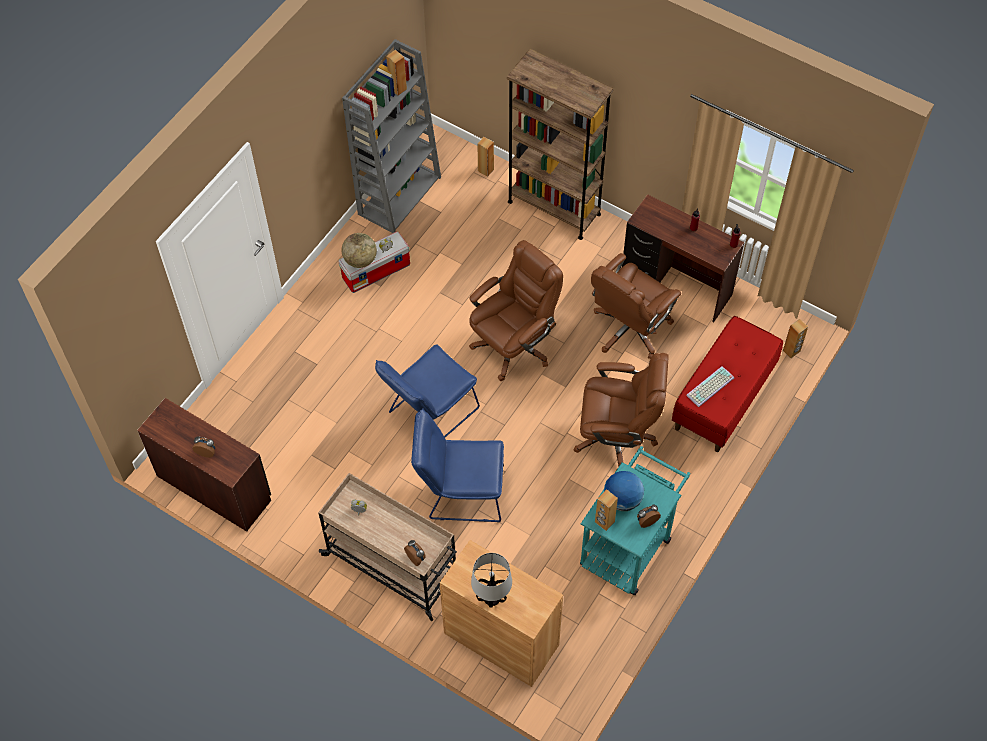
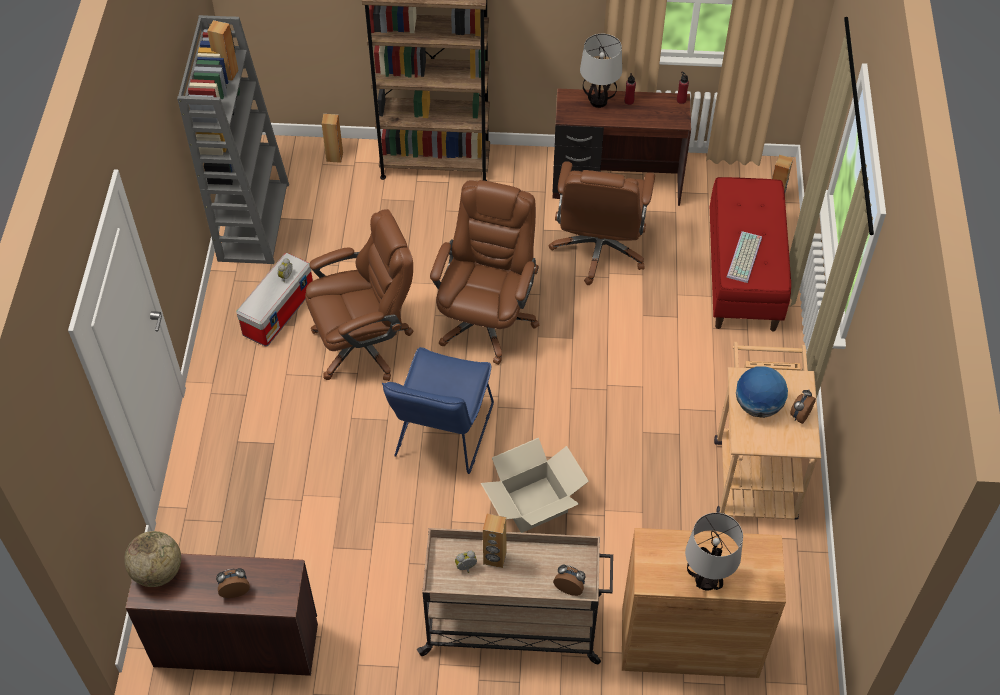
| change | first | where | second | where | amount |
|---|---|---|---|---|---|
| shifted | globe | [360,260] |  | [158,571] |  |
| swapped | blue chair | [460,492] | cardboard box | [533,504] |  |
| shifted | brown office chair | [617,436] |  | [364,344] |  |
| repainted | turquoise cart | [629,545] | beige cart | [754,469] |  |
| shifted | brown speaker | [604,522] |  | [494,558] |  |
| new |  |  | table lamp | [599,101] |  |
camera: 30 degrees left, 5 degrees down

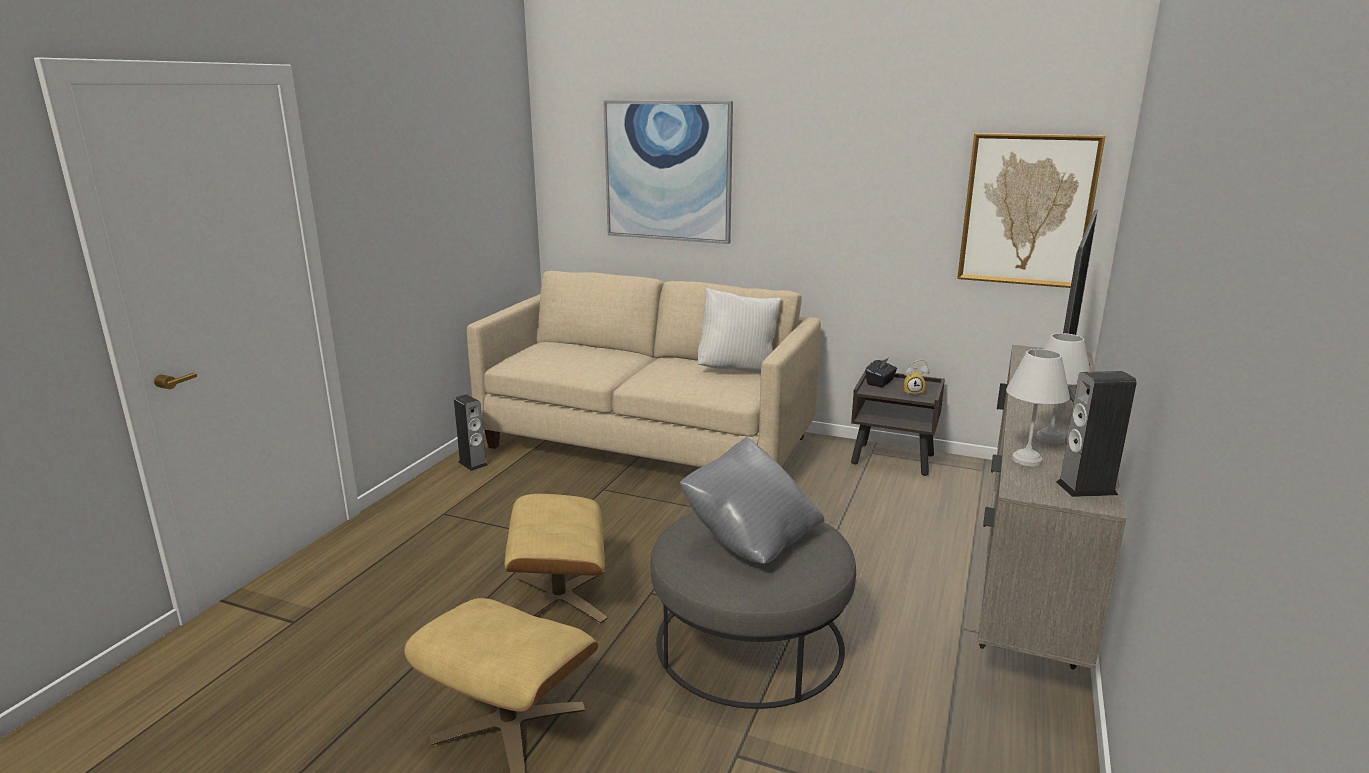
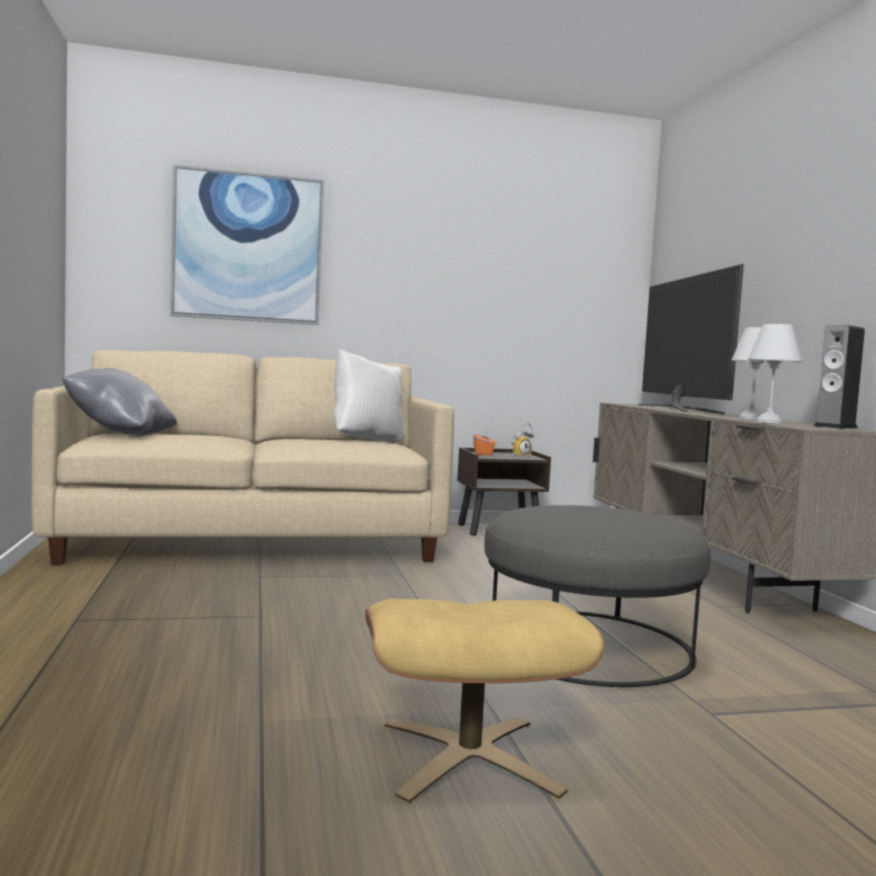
| change | first | where | second | where | amount |
|---|---|---|---|---|---|
| gone | speaker | [473,463] |  |  |  |
| gone | beige ottoman | [558,598] |  |  |  |
| shifted | grey pillow | [750,538] |  | [120,434] |  |
| repainted | black tissue box | [880,382] | orange tissue box | [483,454] |  |
| gone | picture | [1027,210] |  |  |  |
camera: 35 degrees left, 15 degrees down

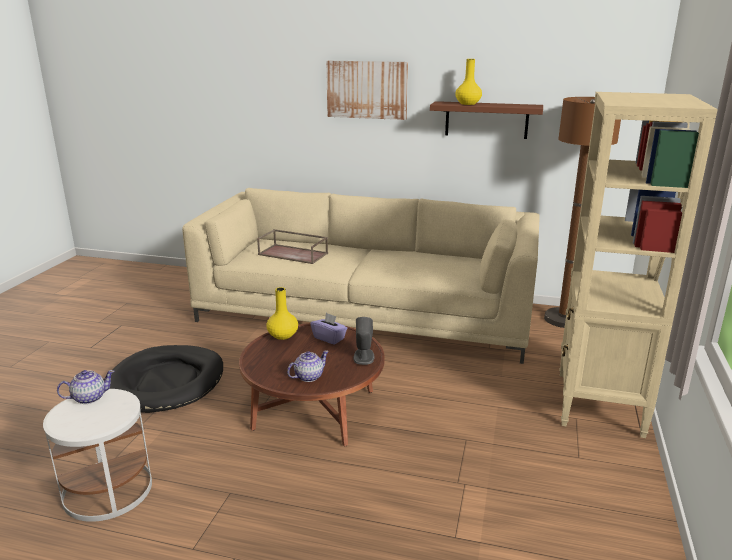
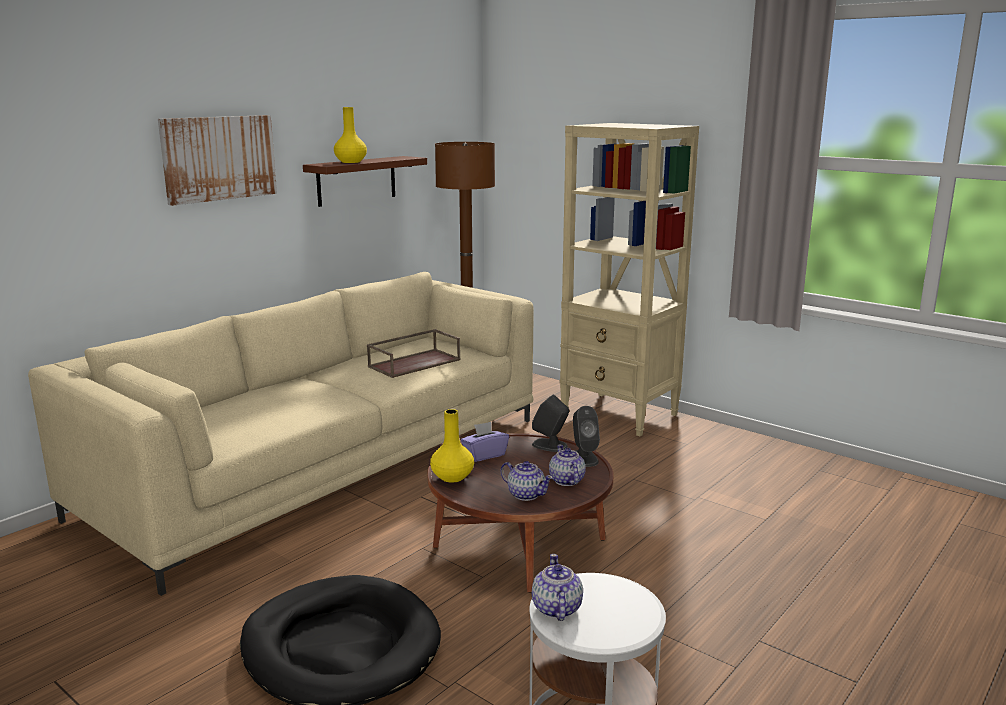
| change | first | where | second | where | amount |
|---|---|---|---|---|---|
| shifted | brown tray | [294,254] |  | [415,363] |  |
| new |  |  | teapot | [526,494] |  |
| new |  |  | grey speaker | [583,458] |  |
camera: 65 degrees left, 5 degrees down

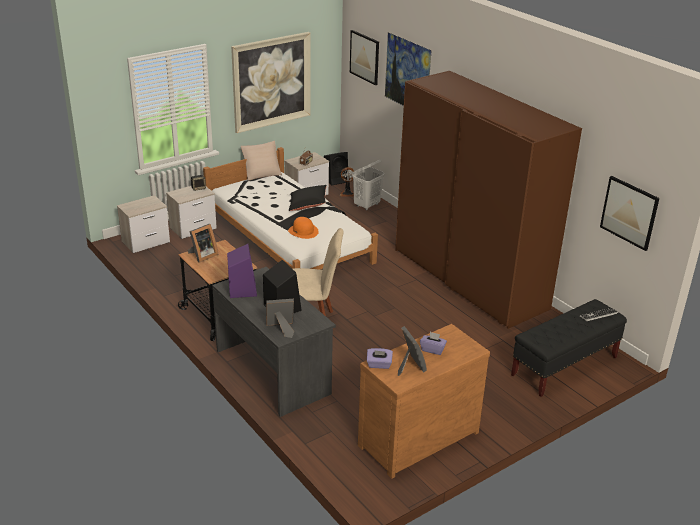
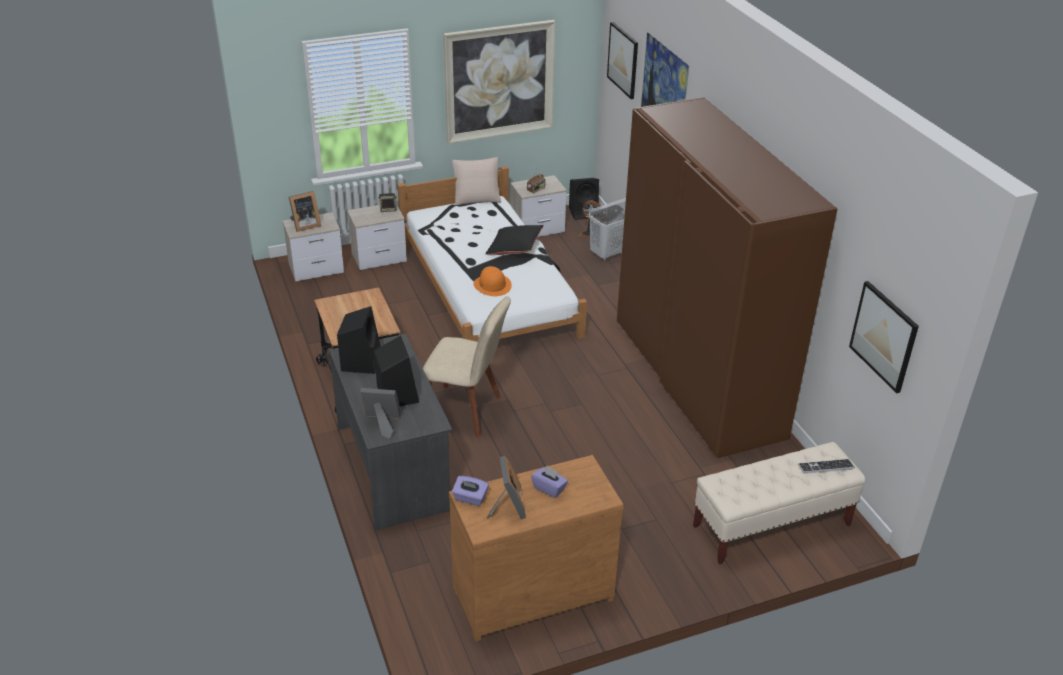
| change | first | where | second | where | amount |
|---|---|---|---|---|---|
| shifted | picture frame | [202,255] |  | [304,225] |  |
| repainted | purple speaker | [242,289] | black speaker | [361,361] |  |
| repainted | black bench | [564,366] | beige bench | [771,526] |  |
camera: 15 degrees right, 5 degrees up

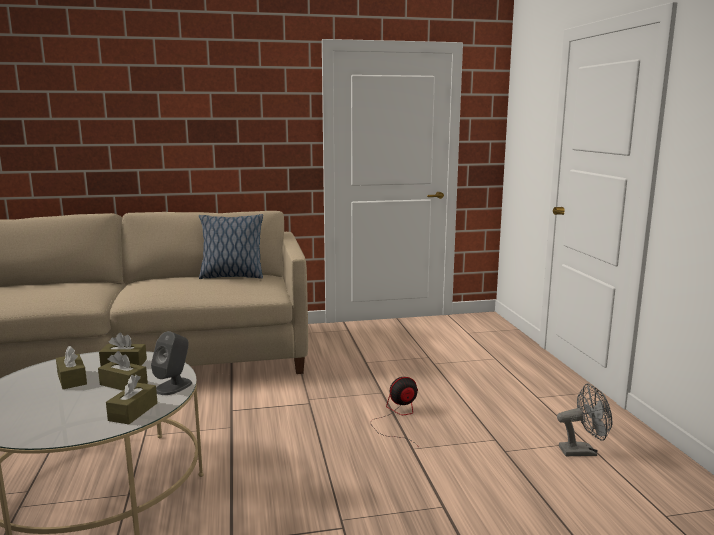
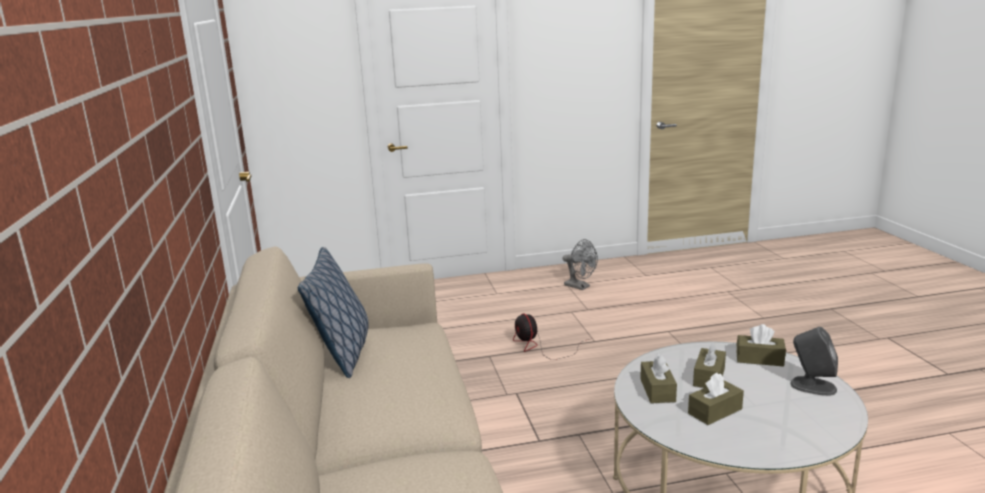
| change | first | where | second | where | amount |
|---|---|---|---|---|---|
| shifted | grey speaker | [174,386] |  | [812,386] |  |
| rotated | grey fan | [583,451] |  | [580,286] | 135 degrees clockwise |
camera: 90 degrees left, 5 degrees up

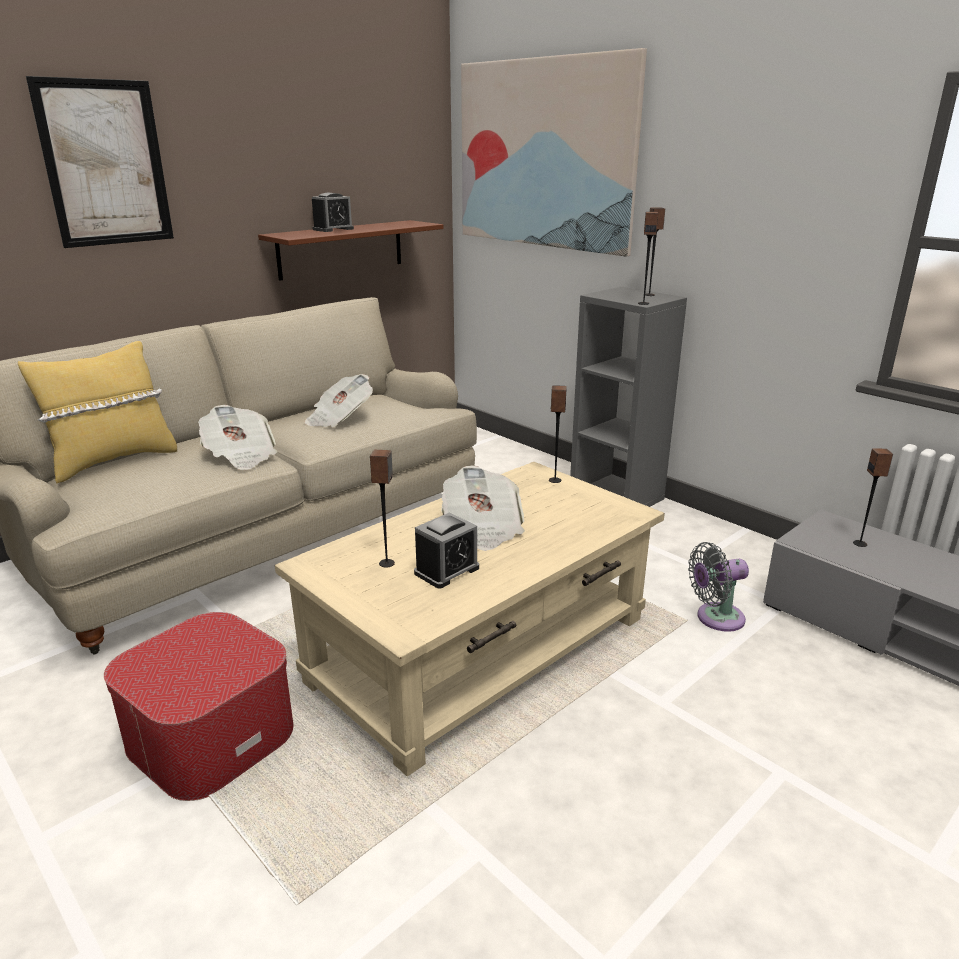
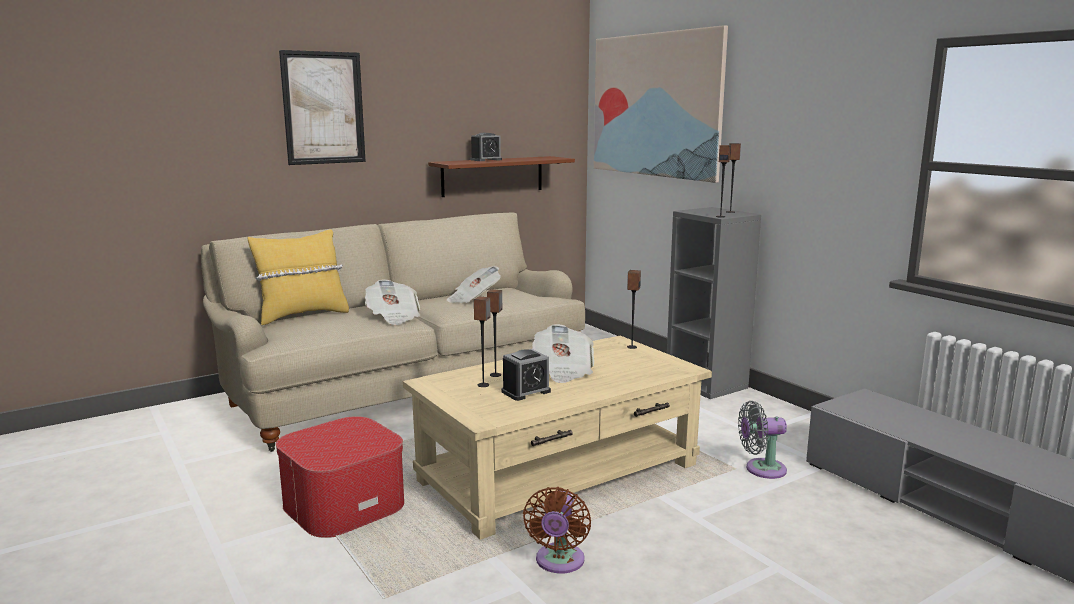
| change | first | where | second | where | amount |
|---|---|---|---|---|---|
| shifted | speaker | [860,543] |  | [495,375] |  |
| new |  |  | brown fan | [559,562] |  |
camera: 10 degrees right, 10 degrees down

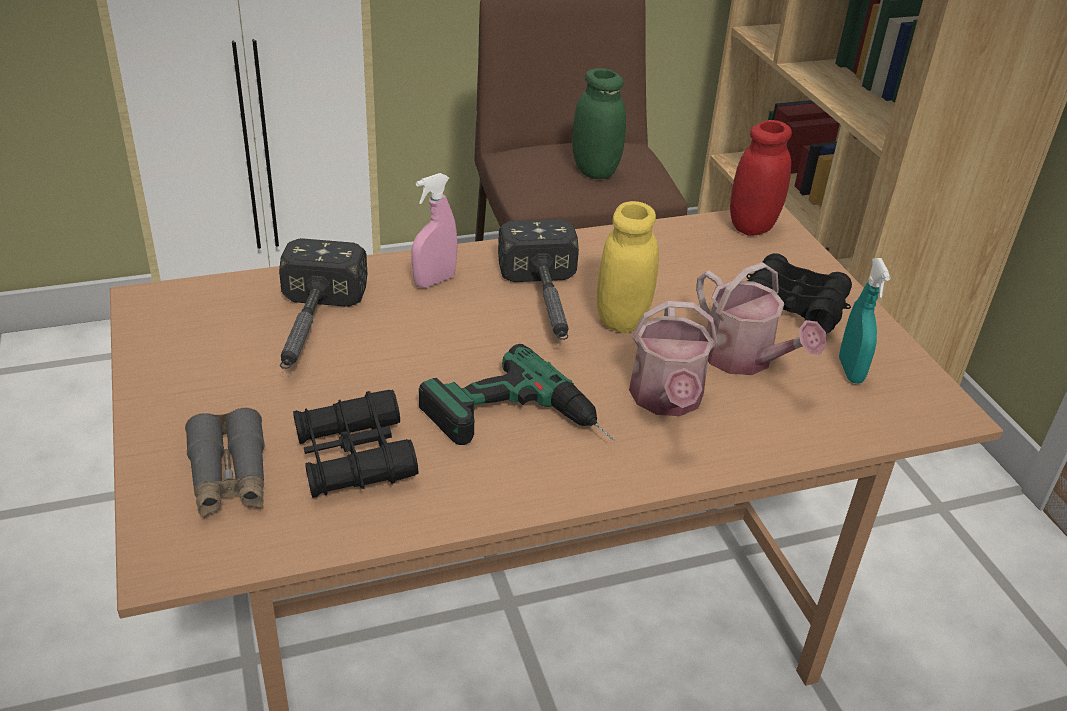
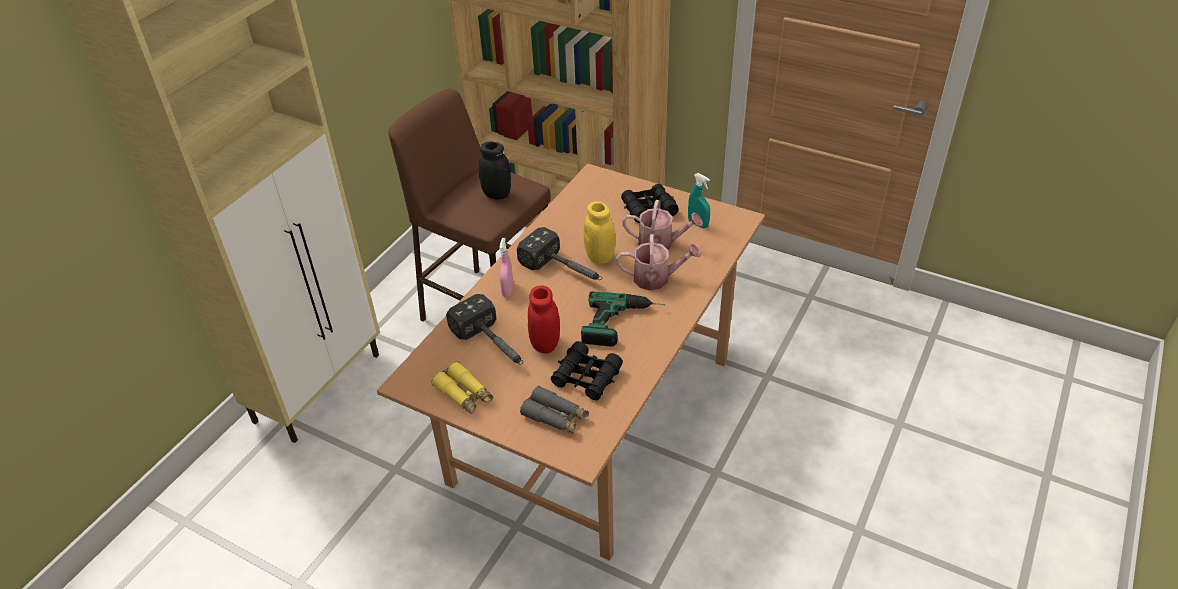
| change | first | where | second | where | amount |
|---|---|---|---|---|---|
| repainted | green jar | [595,171] | black jar | [497,194] |  |
| rotated | watering can | [667,400] |  | [656,278] | 45 degrees counterclockwise |
| shifted | red jar | [752,226] |  | [545,344] |  |
| new |  |  | yellow binoculars | [464,394] |  |
camera: 40 degrees left, 5 degrees up

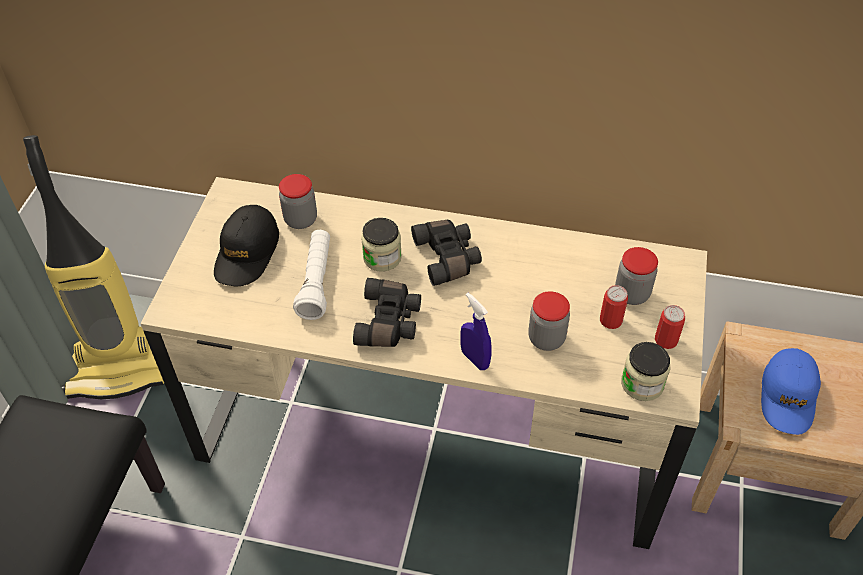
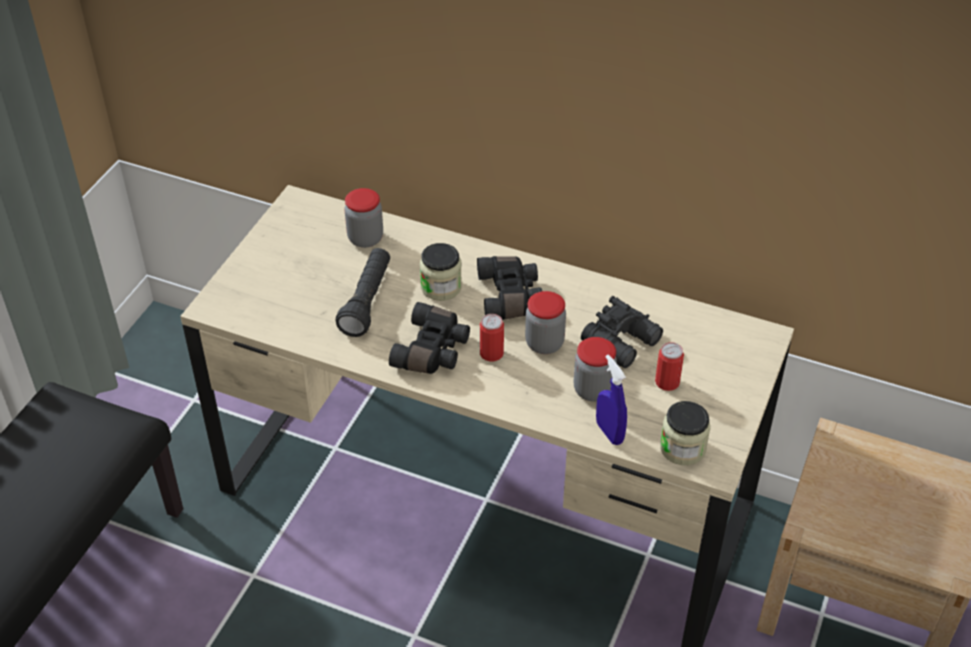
| change | first | where | second | where | amount |
|---|---|---|---|---|---|
| gone | vacuum cleaner | [119,367] |  |  |  |
| gone | black cap | [247,253] |  |  |  |
| repainted | white flashlight | [316,282] | black flashlight | [367,301] |  |
| shifted | blue spray bottle | [475,359] |  | [609,433] |  |
| shifted | jar | [631,294] |  | [544,343] |  |
| shifted | can | [666,340] |  | [491,353] |  |
| gone | blue cap | [788,396] |  |  |  |
| new |  |  | black binoculars | [623,342] |  |
camera: 10 degrees right, 5 degrees down

